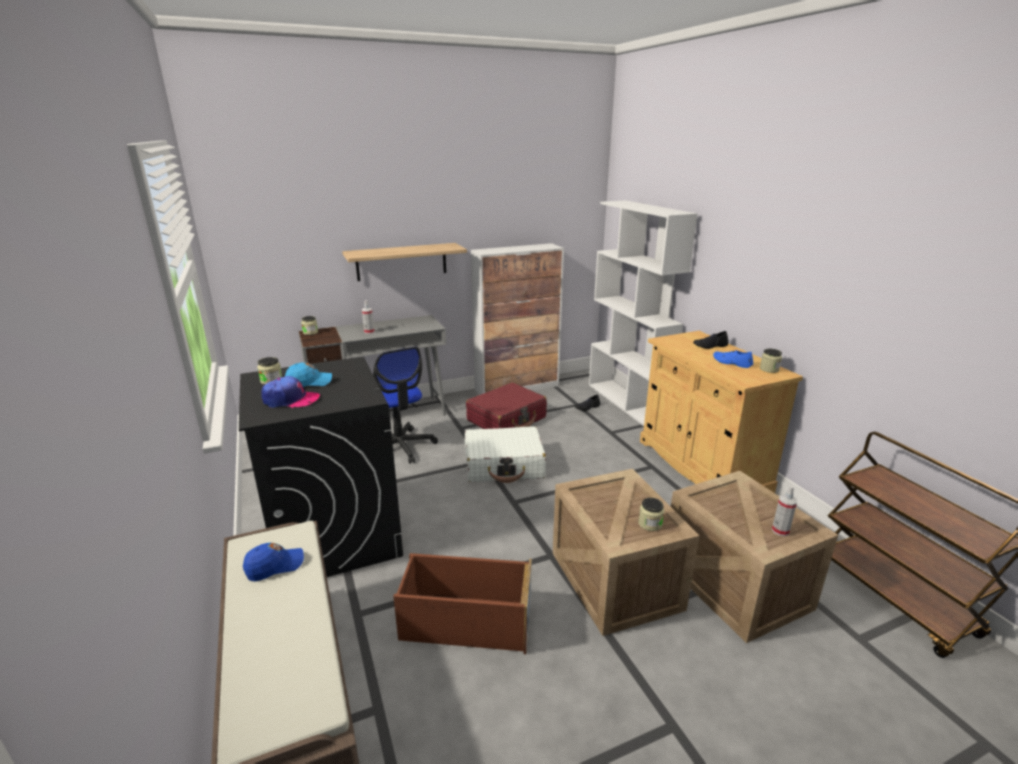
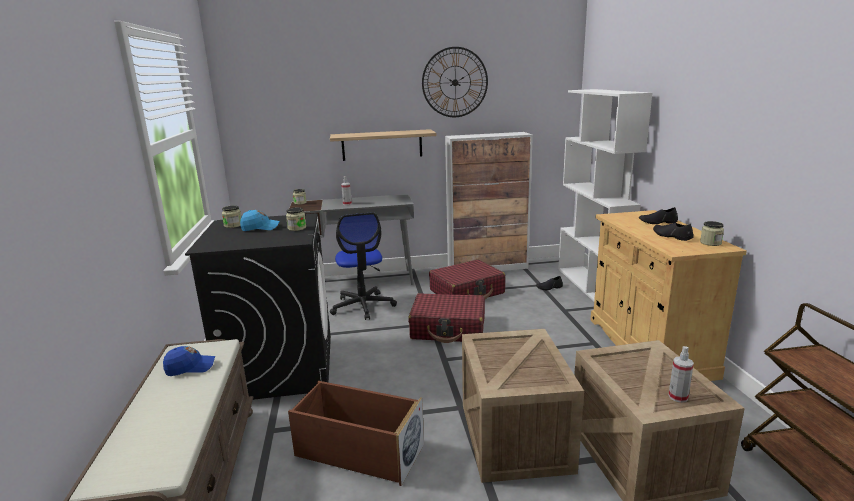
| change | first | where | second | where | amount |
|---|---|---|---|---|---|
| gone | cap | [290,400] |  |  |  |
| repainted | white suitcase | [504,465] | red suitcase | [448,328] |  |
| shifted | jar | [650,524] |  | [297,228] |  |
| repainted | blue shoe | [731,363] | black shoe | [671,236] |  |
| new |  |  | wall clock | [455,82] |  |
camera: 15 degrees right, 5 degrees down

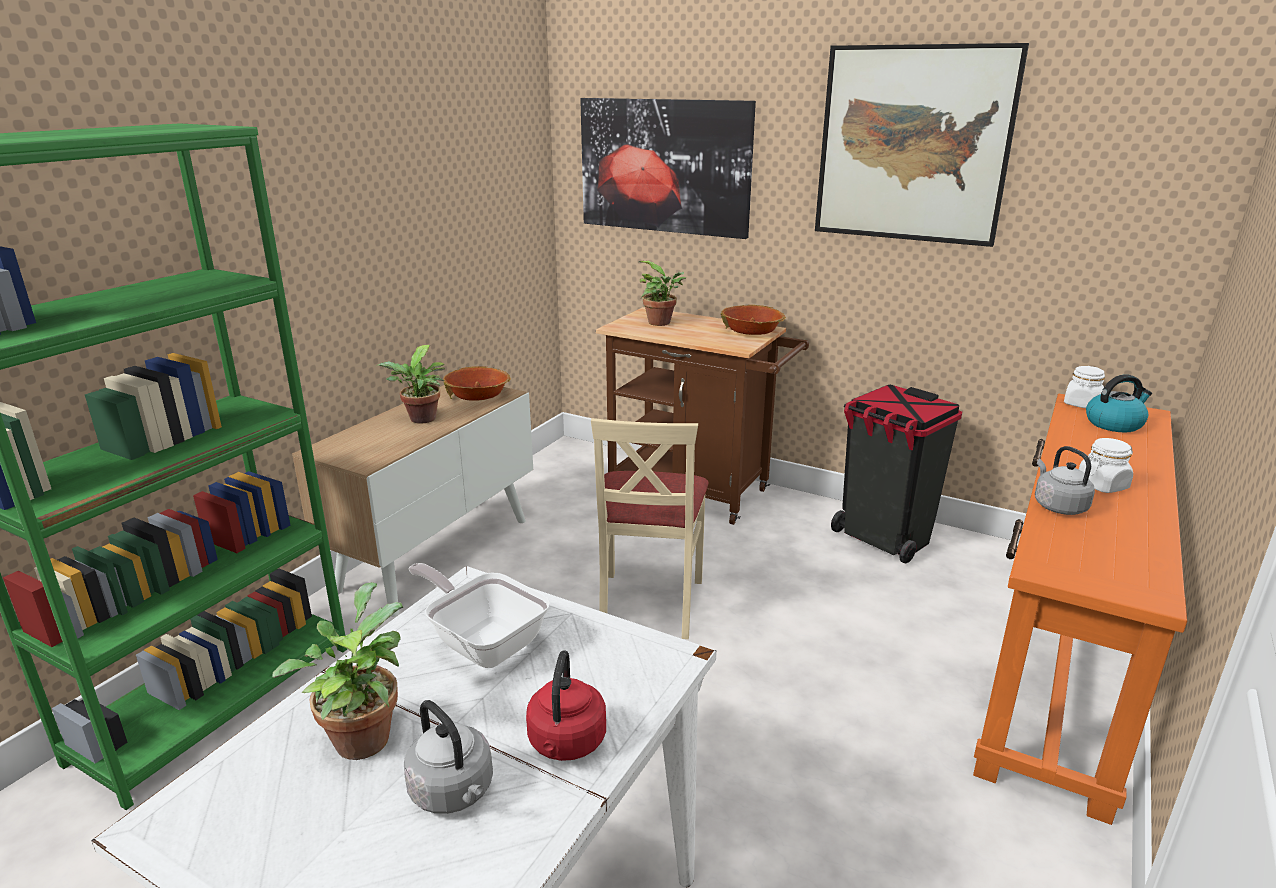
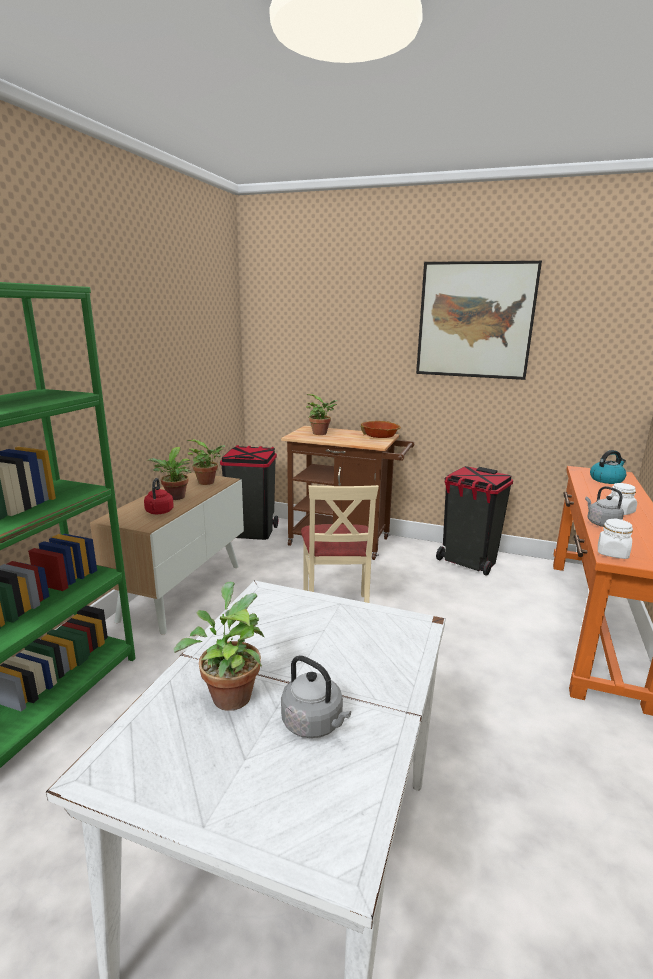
| change | first | where | second | where | amount |
|---|---|---|---|---|---|
| gone | frying pan | [483,642] |  |  |  |
| swapped | bowl | [478,396] | potted plant | [208,482] |  |
| shifted | red kettle | [566,744] |  | [159,512] |  |
| gone | picture | [664,166] |  |  |  |
| shifted | white jar | [1081,404] |  | [612,553] |  |
| new |  |  | black trash can | [251,531] |  |
camera: 10 degrees left, 5 degrees down

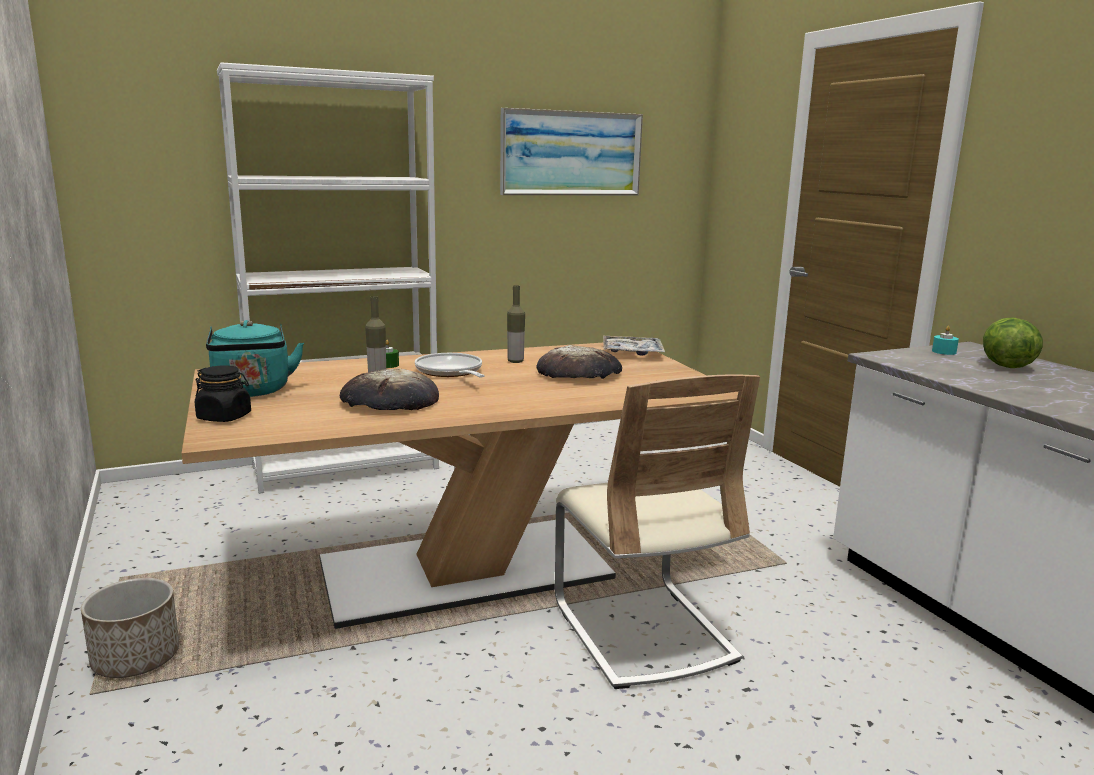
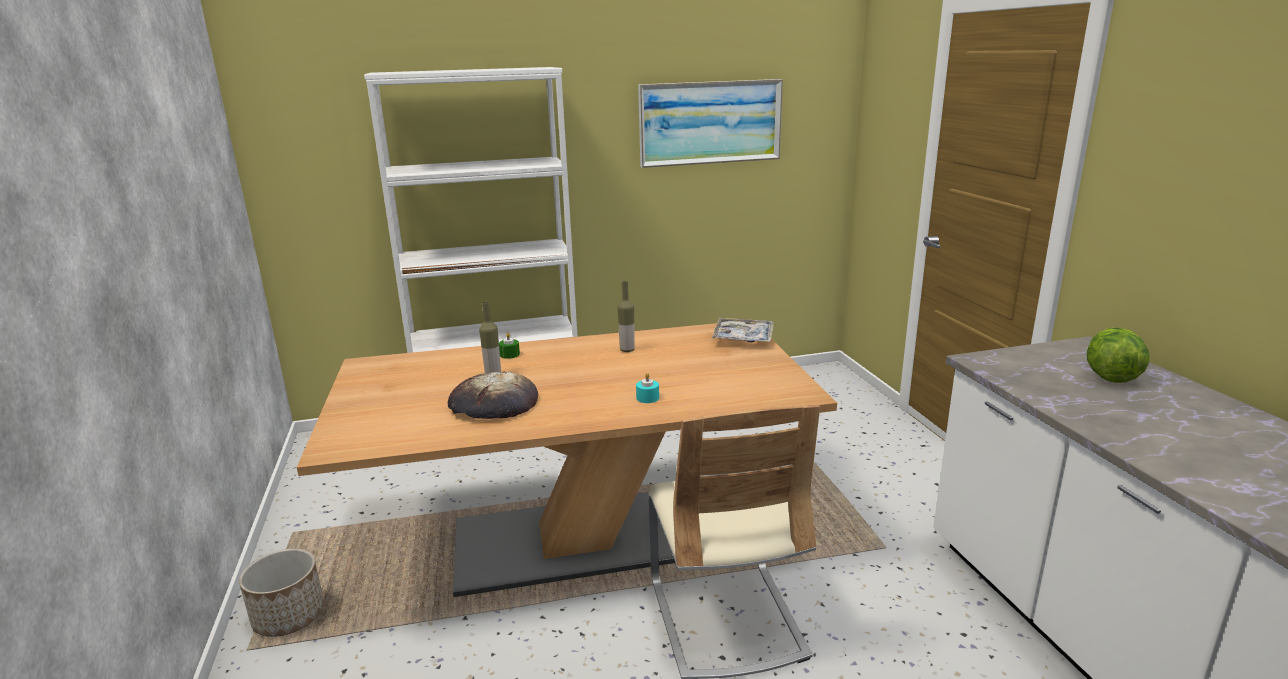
| change | first | where | second | where | amount |
|---|---|---|---|---|---|
| gone | black jar | [224,417] |  |  |  |
| gone | turquoise kettle | [253,392] |  |  |  |
| gone | frying pan | [450,372] |  |  |  |
| gone | bread | [579,373] |  |  |  |
| shifted | turquoise candle | [944,352] |  | [647,398] |  |
camera: 10 degrees right, 5 degrees up

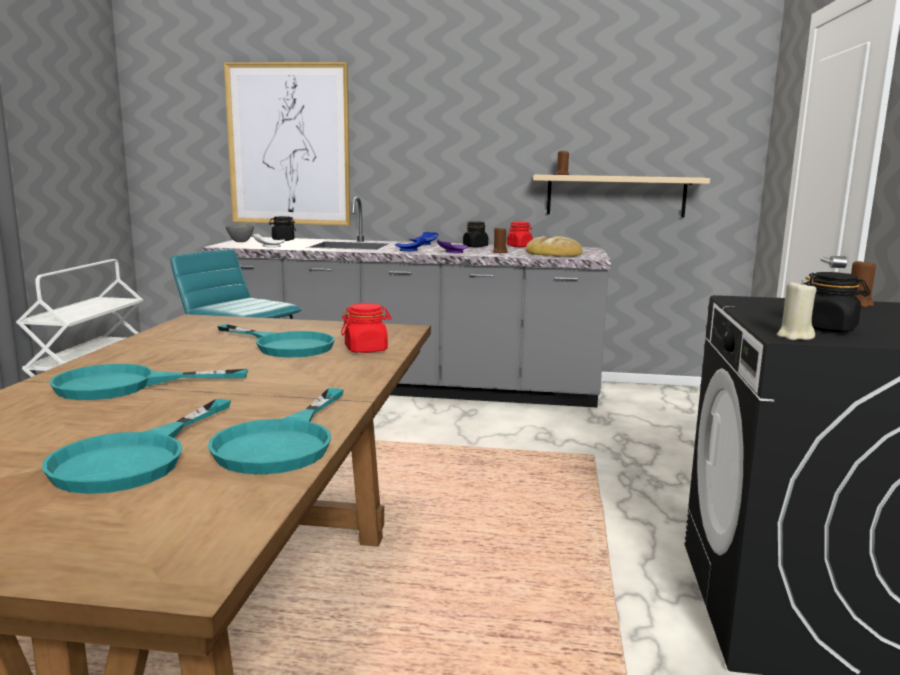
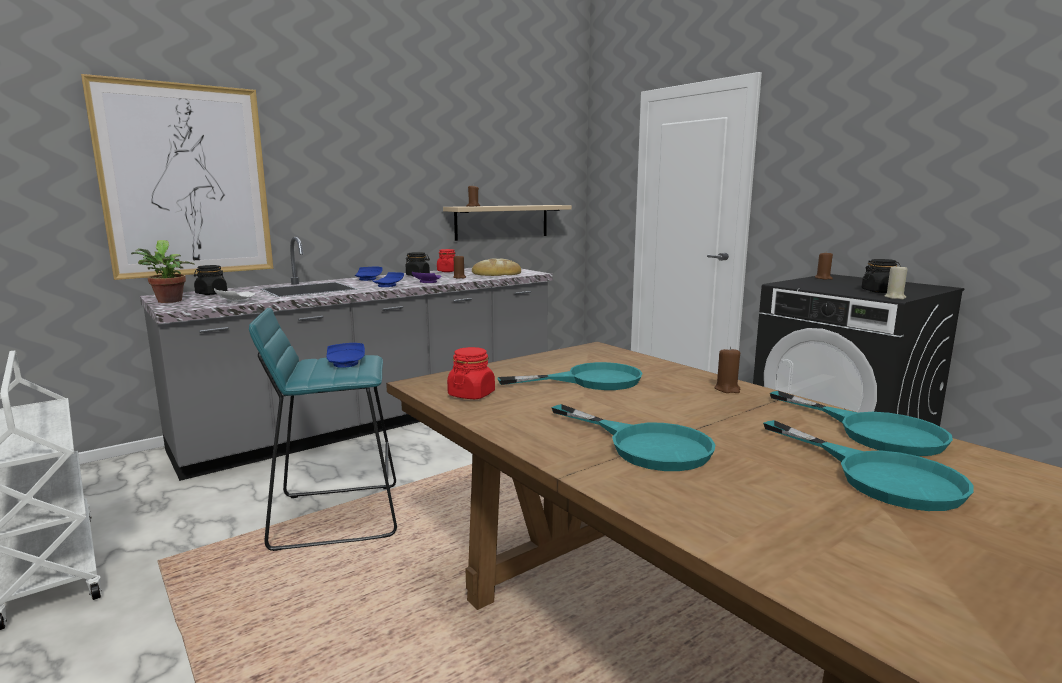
| change | first | where | second | where | amount |
|---|---|---|---|---|---|
| rotated | turquoise frying pan | [124,385] |  | [645,445] | 75 degrees counterclockwise |
| swapped | grey bowl | [240,241] | potted plant | [169,301] |  |
| shifted | red jar | [366,349] |  | [471,394] |  |
| new |  |  | blue plate | [346,363] |  |
| new |  |  | brown candle | [727,389] |  |
camera: 45 degrees left, 0 degrees up

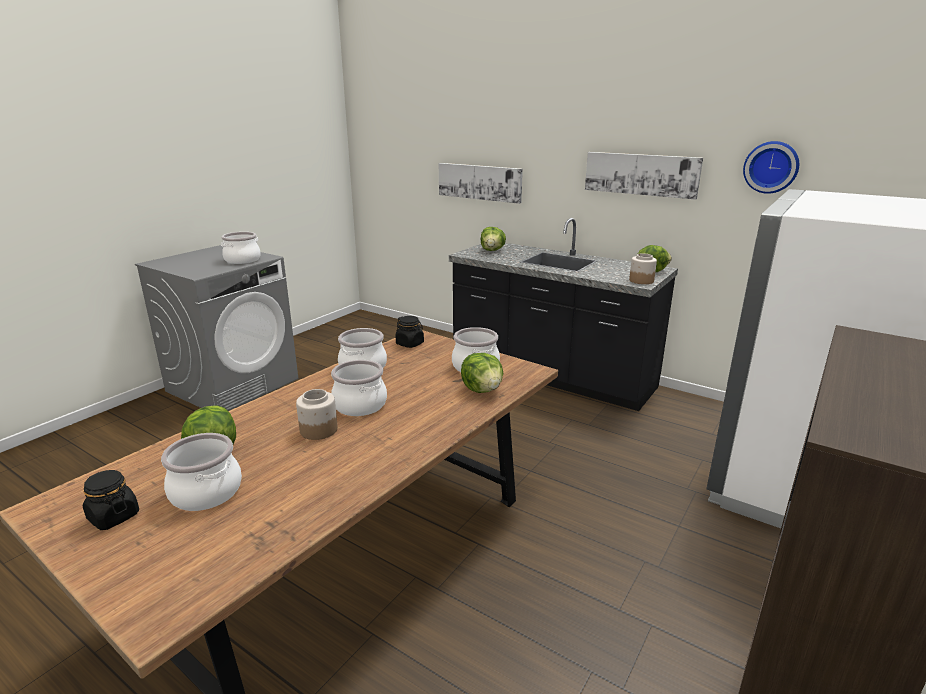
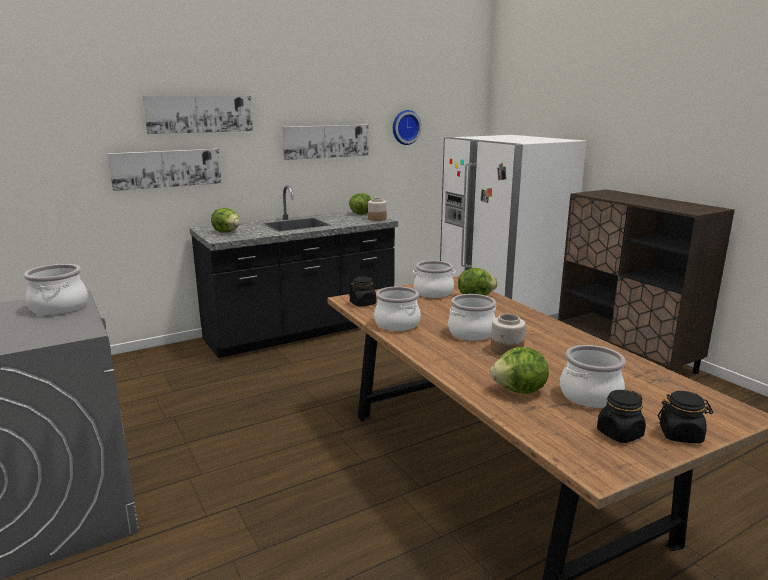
| change | first | where | second | where | amount |
|---|---|---|---|---|---|
| new |  |  | picture | [199,114] |  |
| new |  |  | black jar | [681,435] |  |
camera: 65 degrees left, 5 degrees down

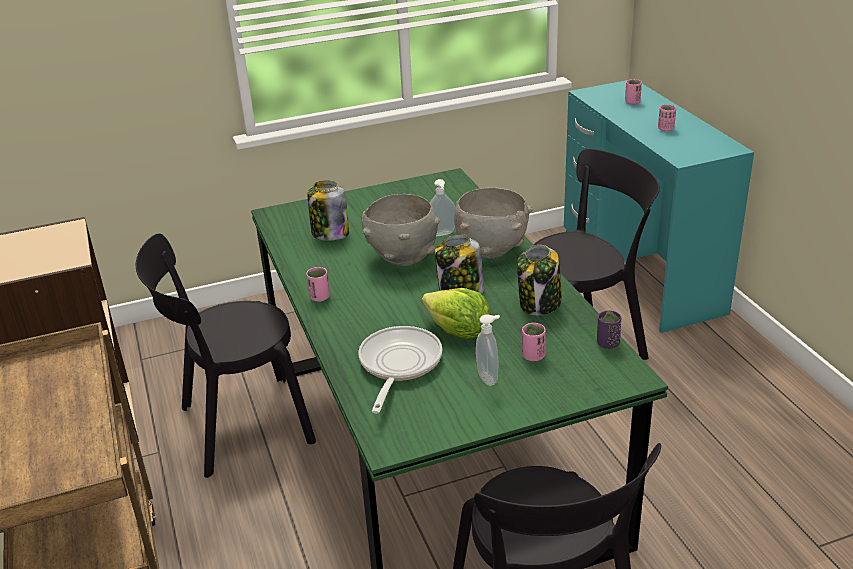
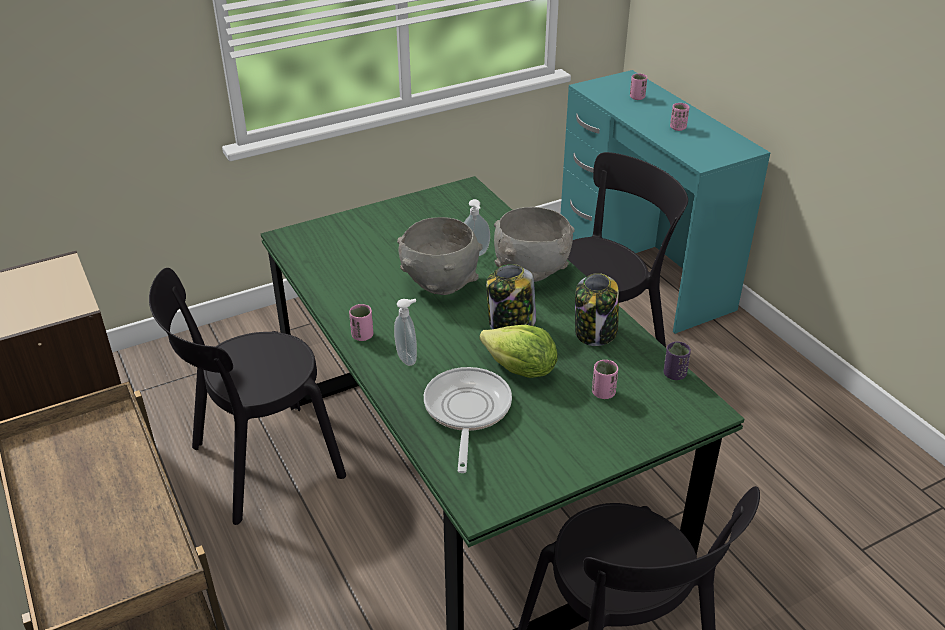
| change | first | where | second | where | amount |
|---|---|---|---|---|---|
| gone | jar | [329,233] |  |  |  |
| shifted | soap dispenser | [489,378] |  | [408,358] |  |
camera: 10 degrees left, 5 degrees up

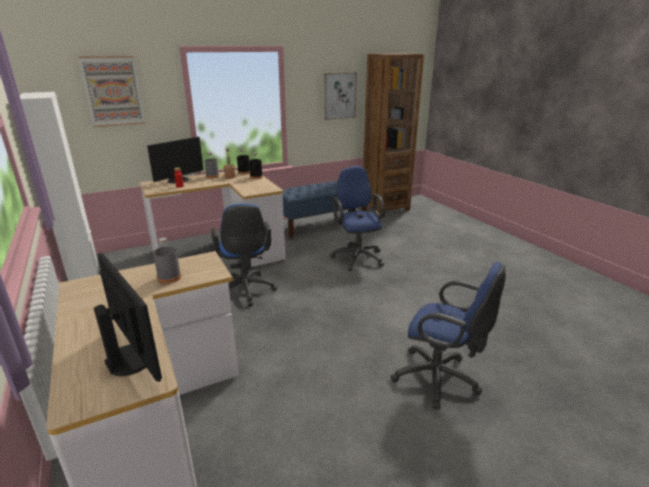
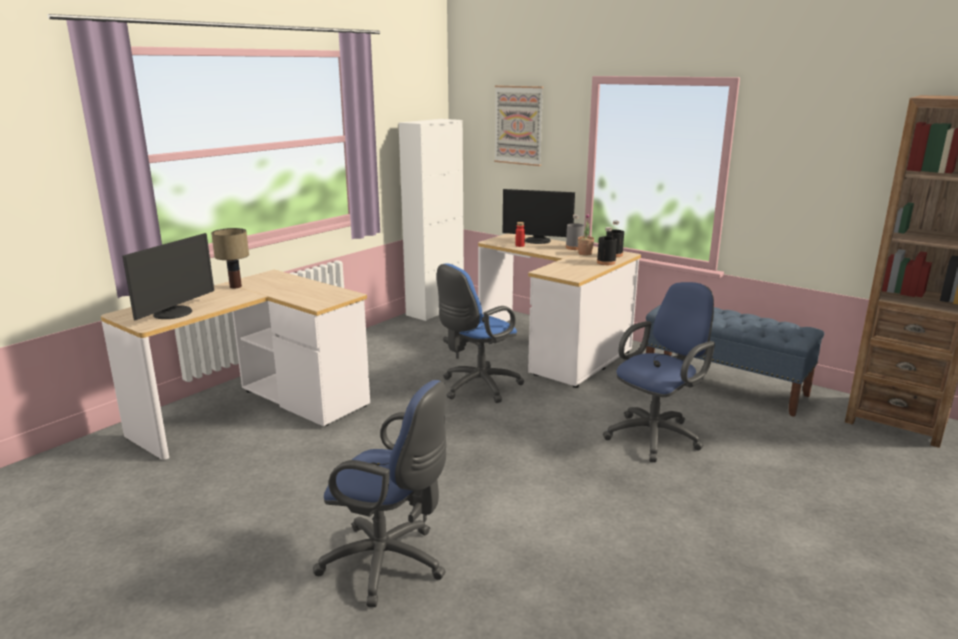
| change | first | where | second | where | amount |
|---|---|---|---|---|---|
| gone | grey bottle | [169,278] |  |  |  |
| gone | picture | [339,95] |  |  |  |
| rotated | blue office chair | [440,380] |  | [389,564] | 75 degrees counterclockwise |
| new |  |  | table lamp | [236,287] |  |
camera: 65 degrees right, 5 degrees down

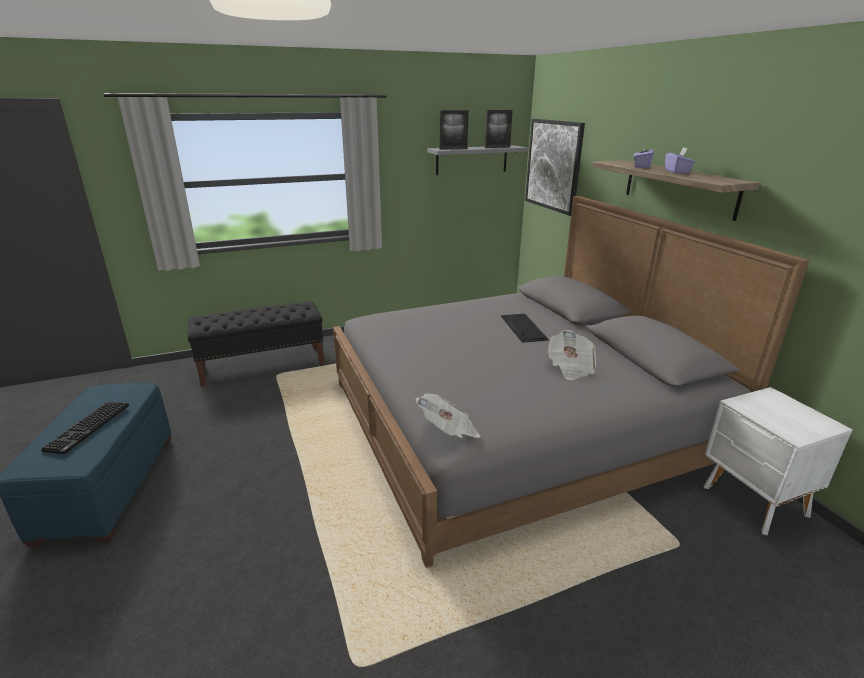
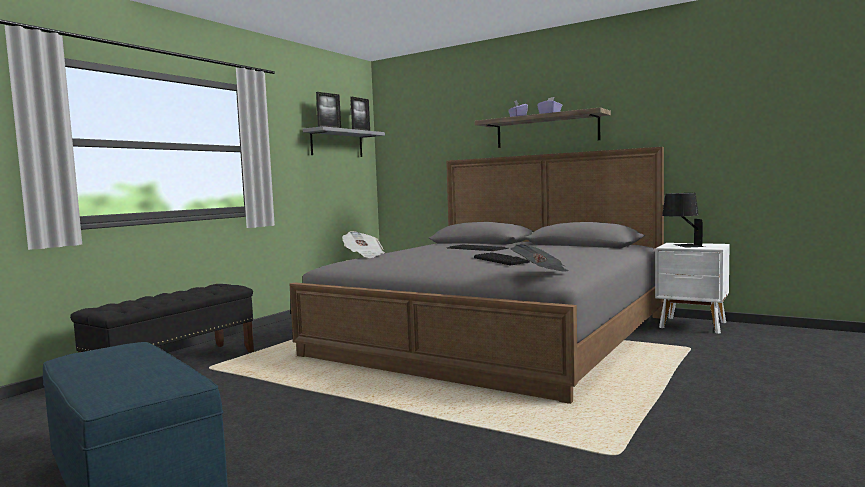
| change | first | where | second | where | amount |
|---|---|---|---|---|---|
| shifted | keyboard | [89,428] |  | [502,260] |  |
| gone | picture | [553,165] |  |  |  |
| shifted | newspaper | [570,367] |  | [364,256] |  |
| new |  |  | black table lamp | [682,246] |  |
camera: 35 degrees left, 20 degrees down

